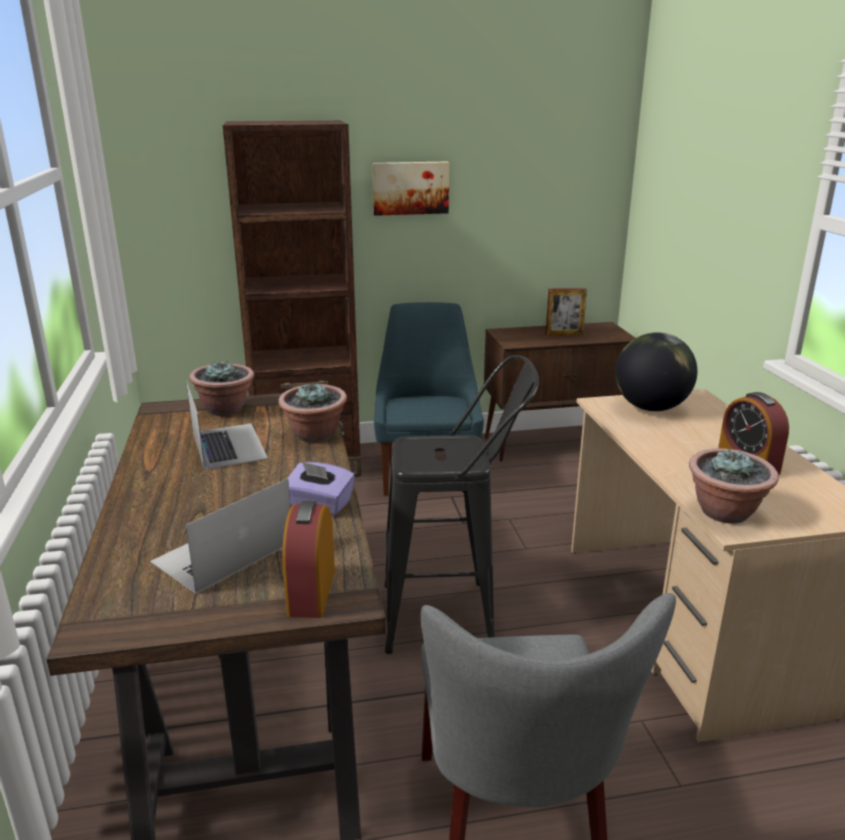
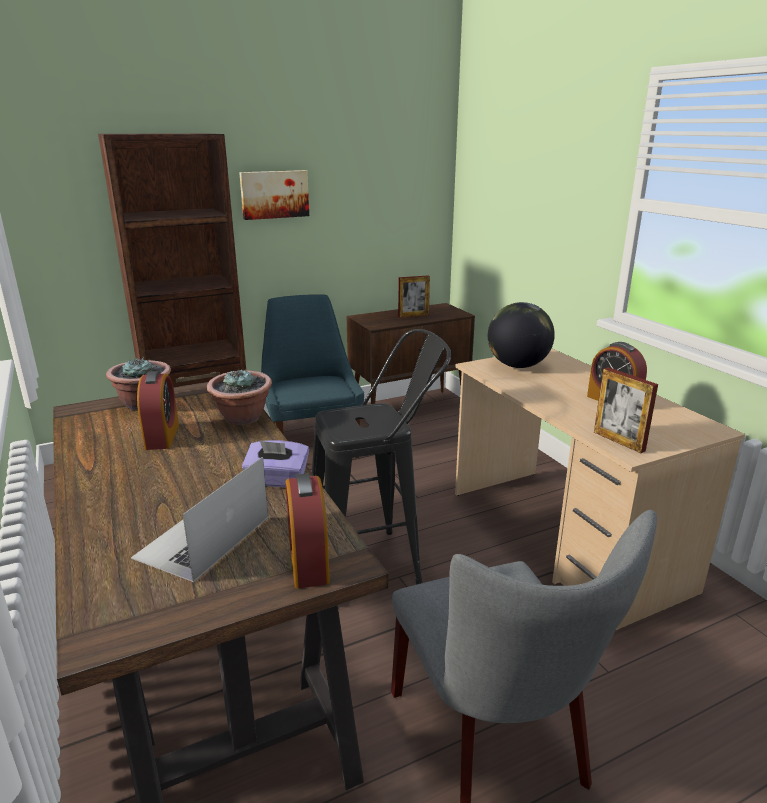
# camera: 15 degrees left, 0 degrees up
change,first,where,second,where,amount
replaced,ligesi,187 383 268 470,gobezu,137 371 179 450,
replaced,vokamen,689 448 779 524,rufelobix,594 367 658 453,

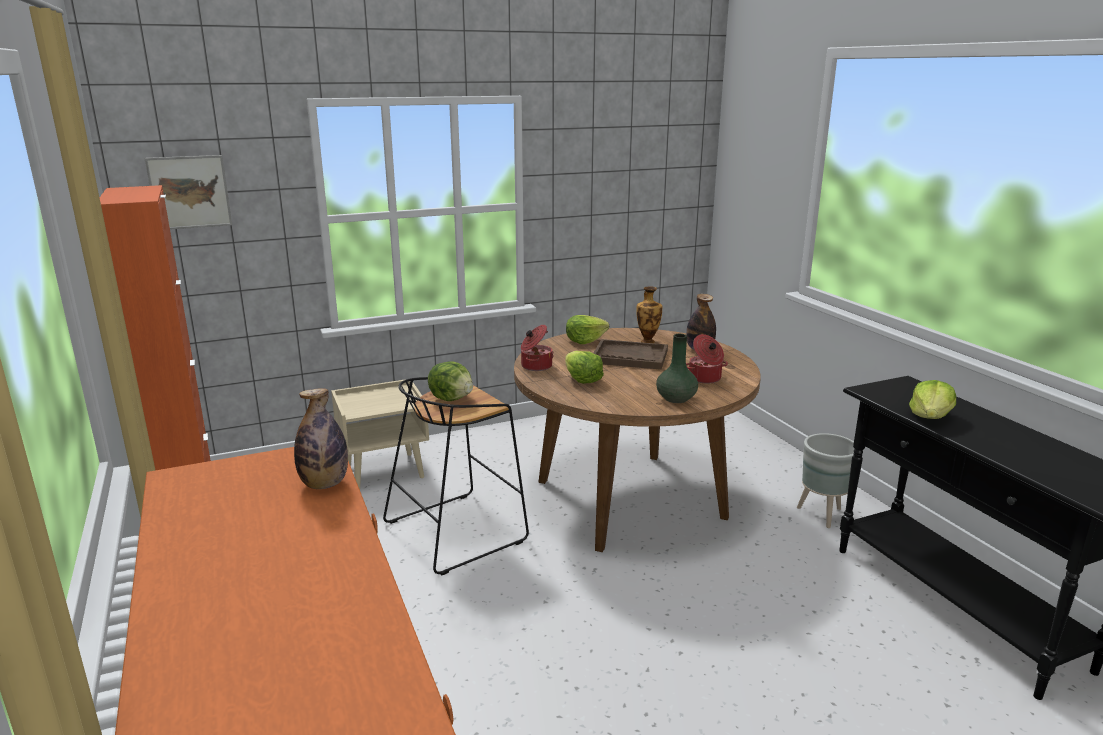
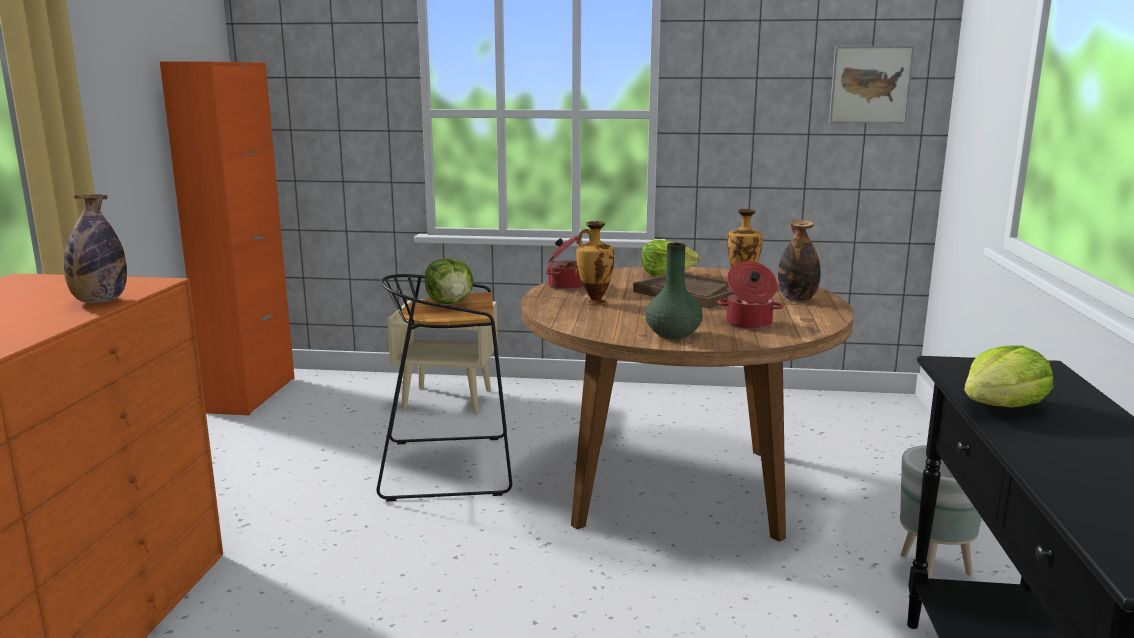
# camera: 30 degrees right, 5 degrees down
change,first,where,second,where,amount
moved,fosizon,144 155 232 229,,829 46 914 124,
replaced,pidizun,565 351 604 384,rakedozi,576 221 614 305,

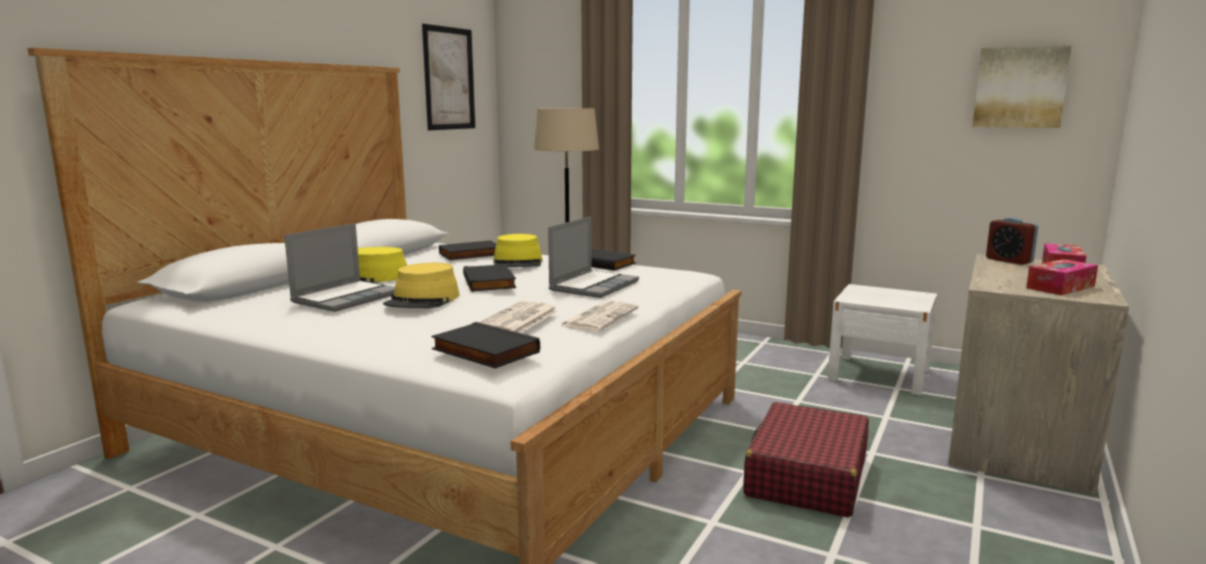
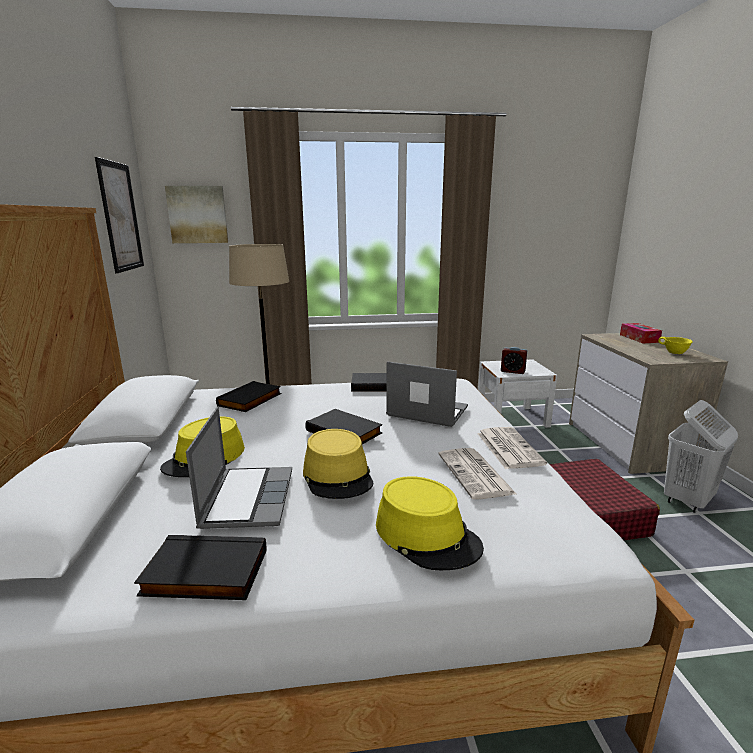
# camera: 35 degrees left, 5 degrees up
change,first,where,second,where,amount
added,,,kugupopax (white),664 400 738 513,
moved,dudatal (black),431 322 540 368,,134 535 266 600,
moved,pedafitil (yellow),493 234 543 267,,376 476 484 570,
moved,fosizon,972 45 1072 128,,165 186 228 243,
moved,gobezu,986 217 1038 265,,501 347 527 374,
replaced,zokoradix,1026 259 1098 295,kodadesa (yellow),658 337 693 354,
turned,ligesi,548 216 639 298,,386 361 468 427,60 degrees counterclockwise

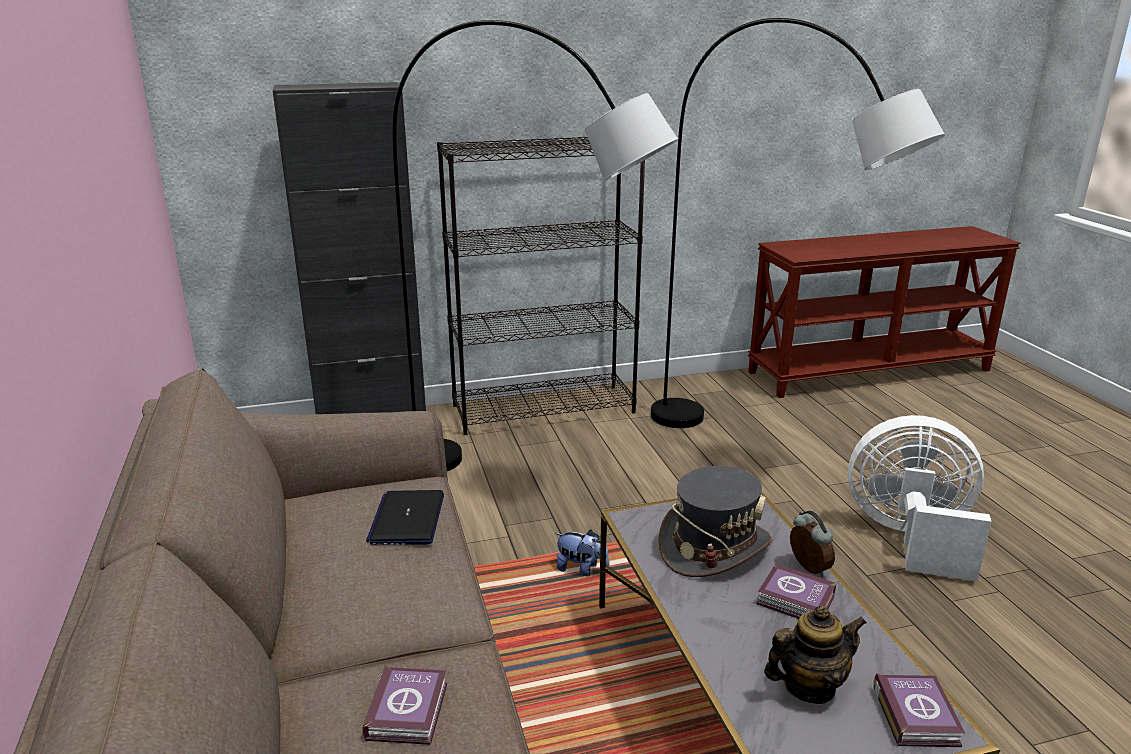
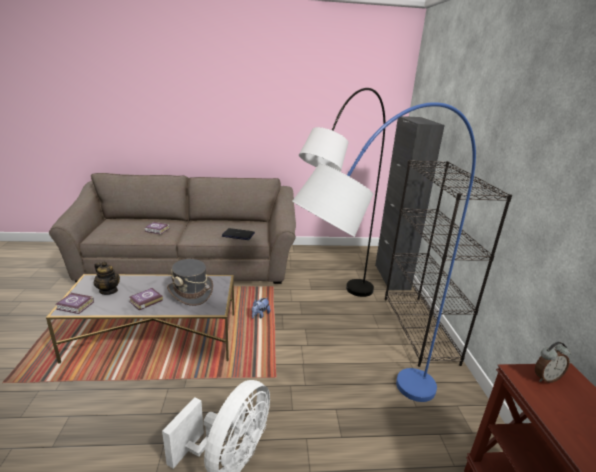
# camera: 100 degrees right, 0 degrees up
change,first,where,second,where,amount
moved,gobezu,790 511 835 577,,535 342 571 383,
recoloured,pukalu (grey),651 18 945 428,pukalu (blue),292 102 476 402,
turned,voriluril,764 605 867 704,,94 261 120 295,45 degrees counterclockwise

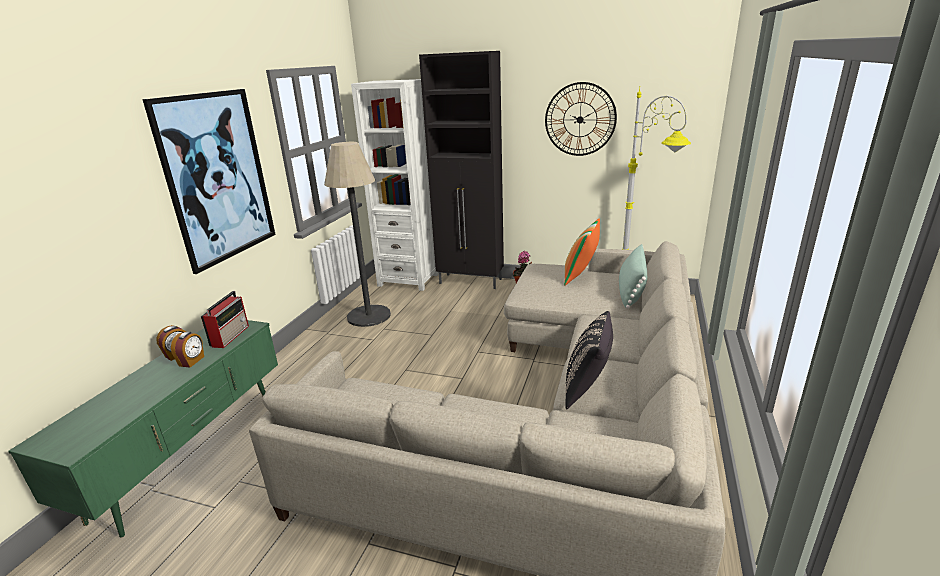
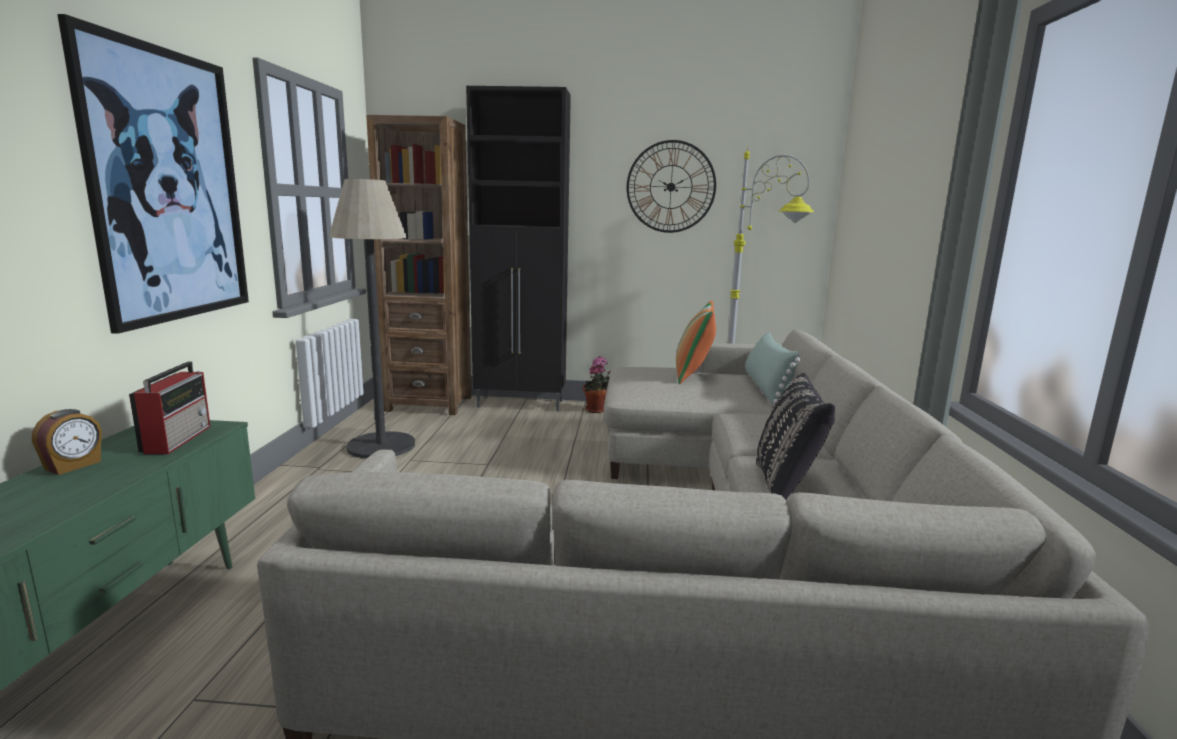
# camera: 15 degrees left, 10 degrees down
change,first,where,second,where,amount
removed,gobezu,171 332 204 368,,,
recoloured,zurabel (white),351 79 438 291,zurabel (brown),366 115 471 415,

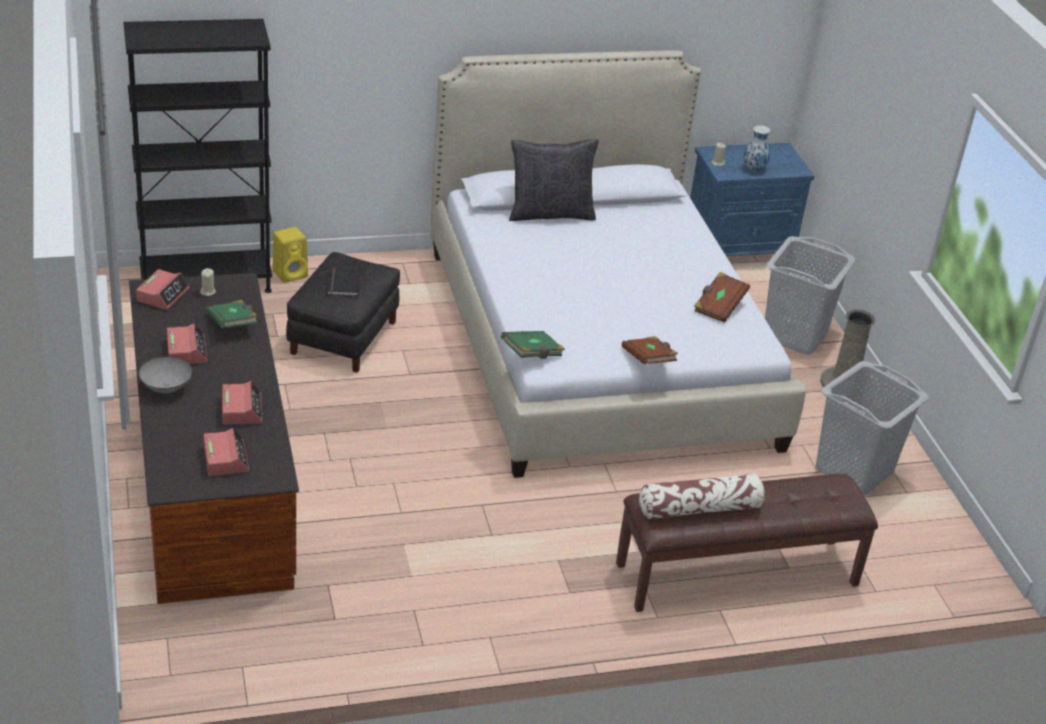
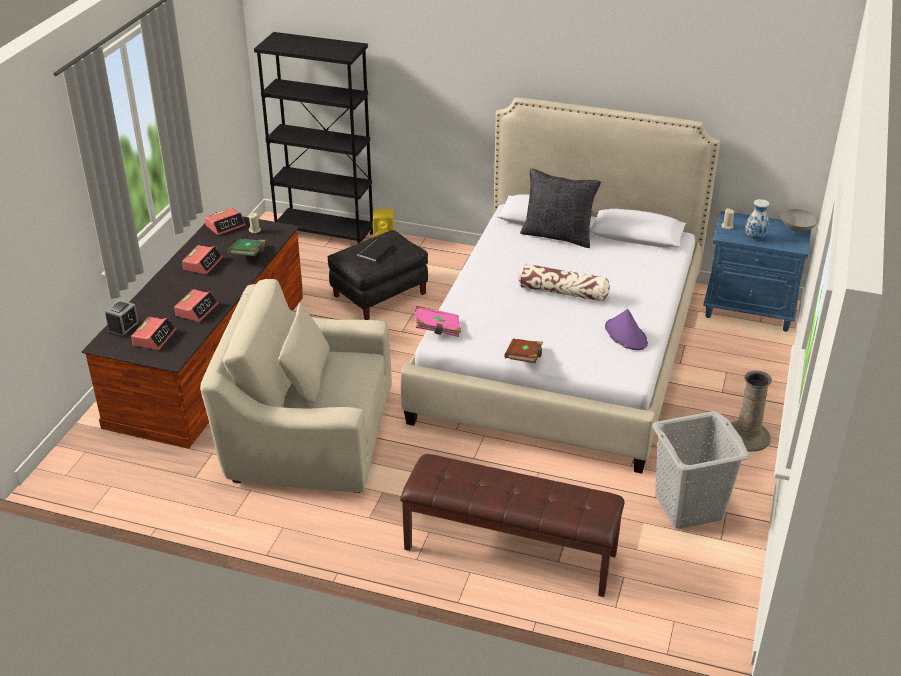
# camera: 35 degrees right, 0 degrees up
change,first,where,second,where,amount
removed,kugupopax (grey),765 236 856 355,,,
added,,,gobezu,105 299 140 337,
added,,,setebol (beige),200 279 392 493,
moved,kodadesa (grey),139 357 192 393,,782 209 818 232,
moved,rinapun,639 474 765 519,,518 264 610 302,
replaced,dudatal (brown),694 272 750 323,pedafitil (purple),605 309 648 350,
recoloured,dudatal (green),501 331 565 359,dudatal (pink),415 306 461 337,

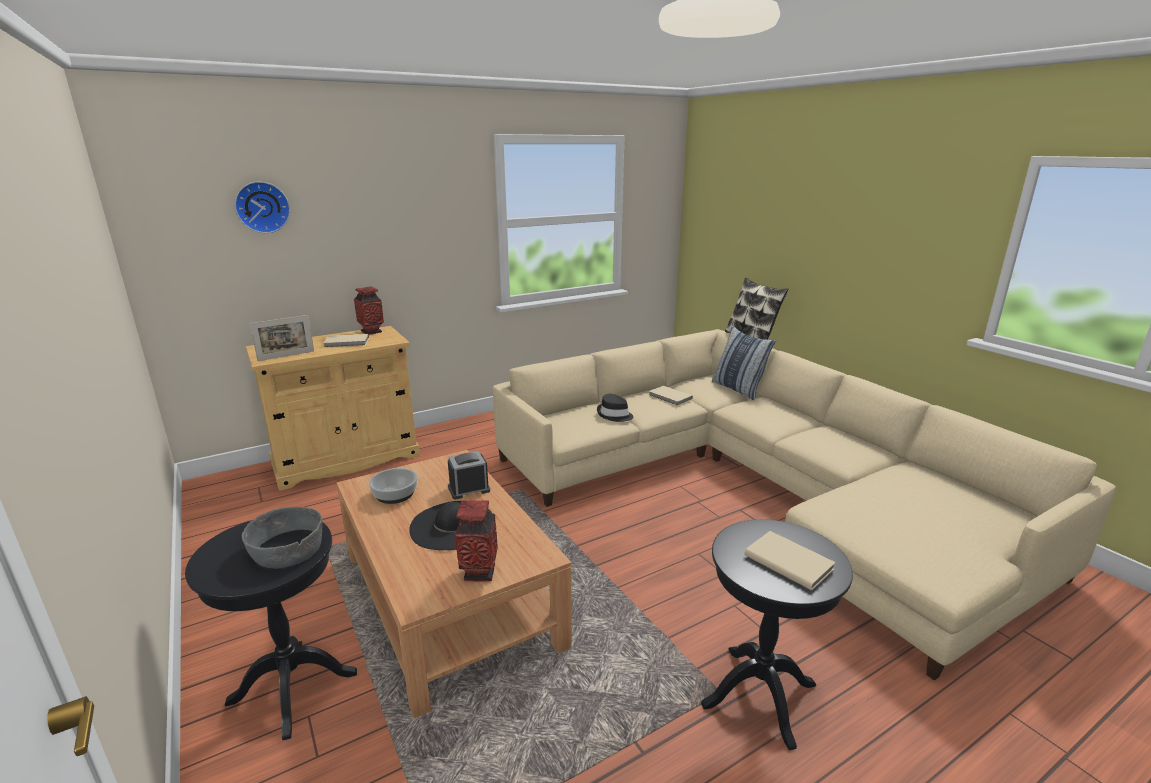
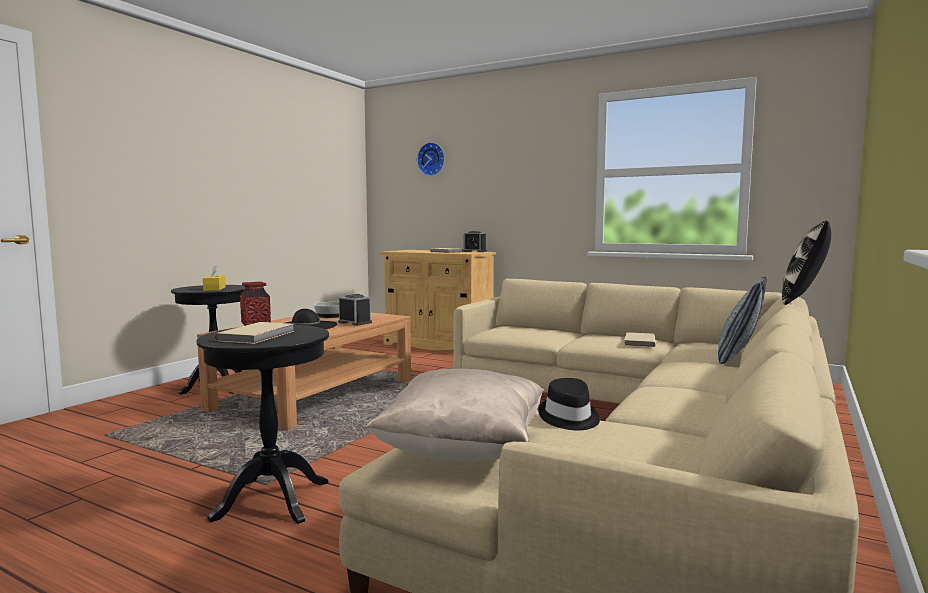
# camera: 60 degrees right, 15 degrees down
change,first,where,second,where,amount
removed,rufelobix,250 315 314 361,,,
added,,,rinapun (beige),366 369 544 462,
moved,pedafitil (black),597 394 633 422,,538 378 600 430,
replaced,kodadesa (grey),242 507 322 569,zokoradix (yellow),203 265 226 291,
replaced,rakedozi,354 286 384 335,gobezu,463 231 487 252,

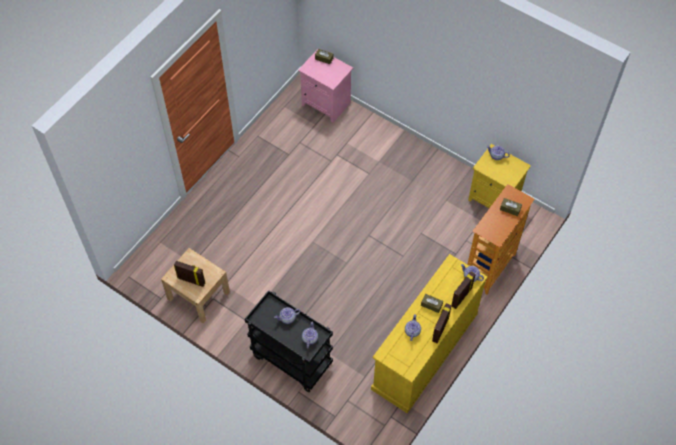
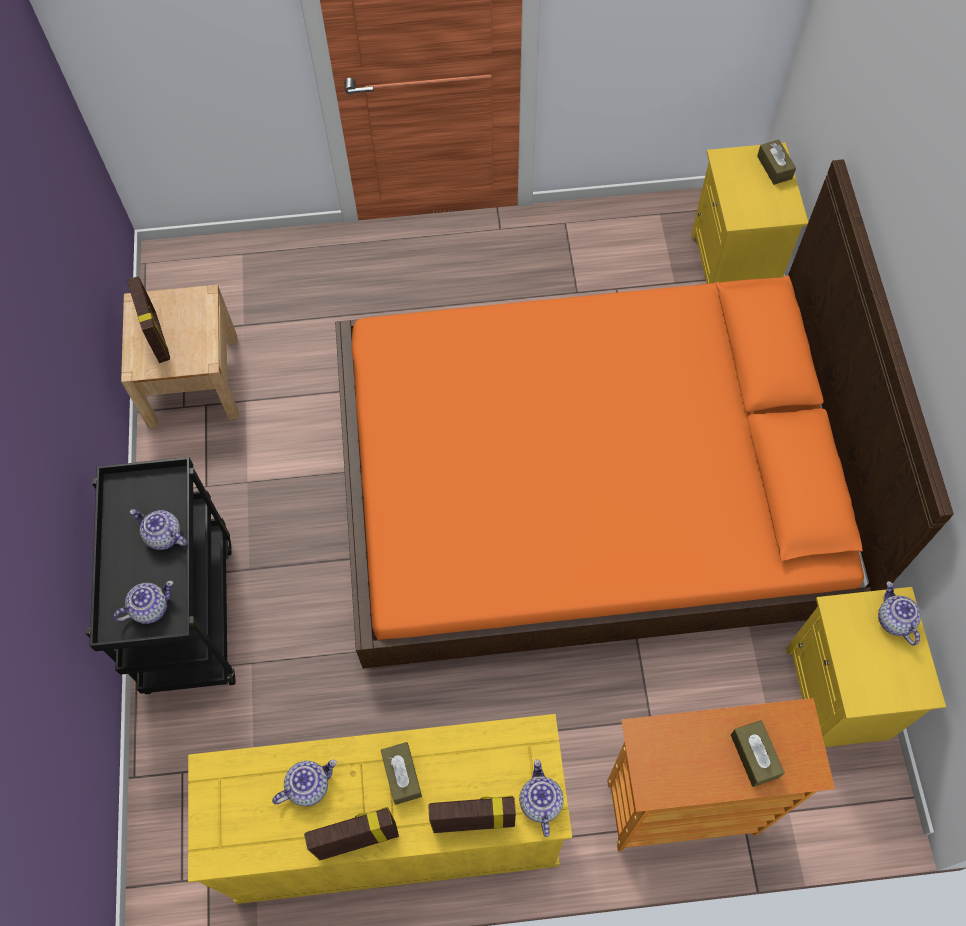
# camera: 50 degrees right, 5 degrees up
change,first,where,second,where,amount
added,,,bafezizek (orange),335 159 954 669,
recoloured,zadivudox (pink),298 48 353 123,zadivudox (yellow),691 142 808 284,

